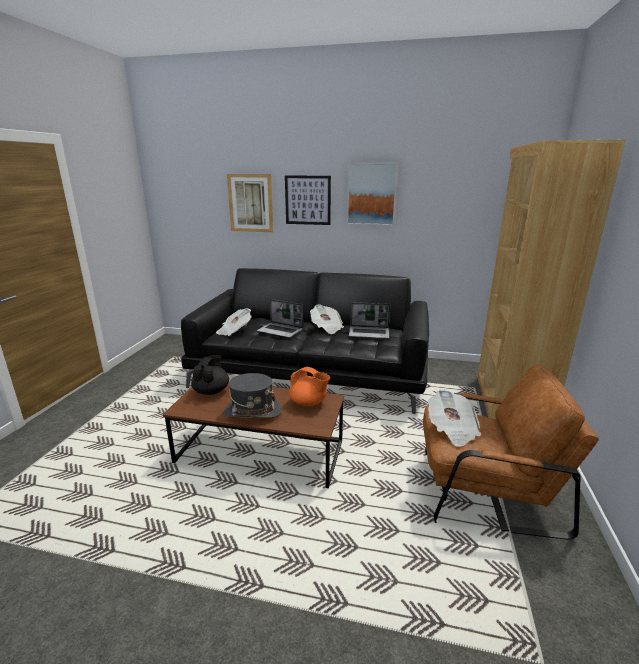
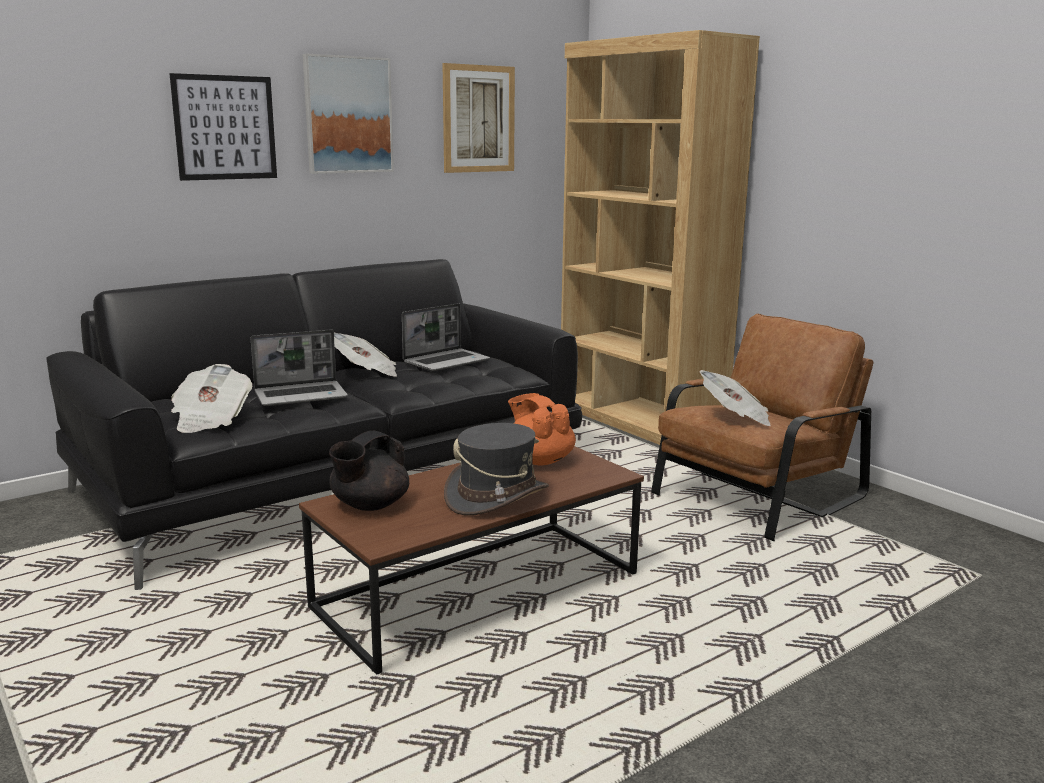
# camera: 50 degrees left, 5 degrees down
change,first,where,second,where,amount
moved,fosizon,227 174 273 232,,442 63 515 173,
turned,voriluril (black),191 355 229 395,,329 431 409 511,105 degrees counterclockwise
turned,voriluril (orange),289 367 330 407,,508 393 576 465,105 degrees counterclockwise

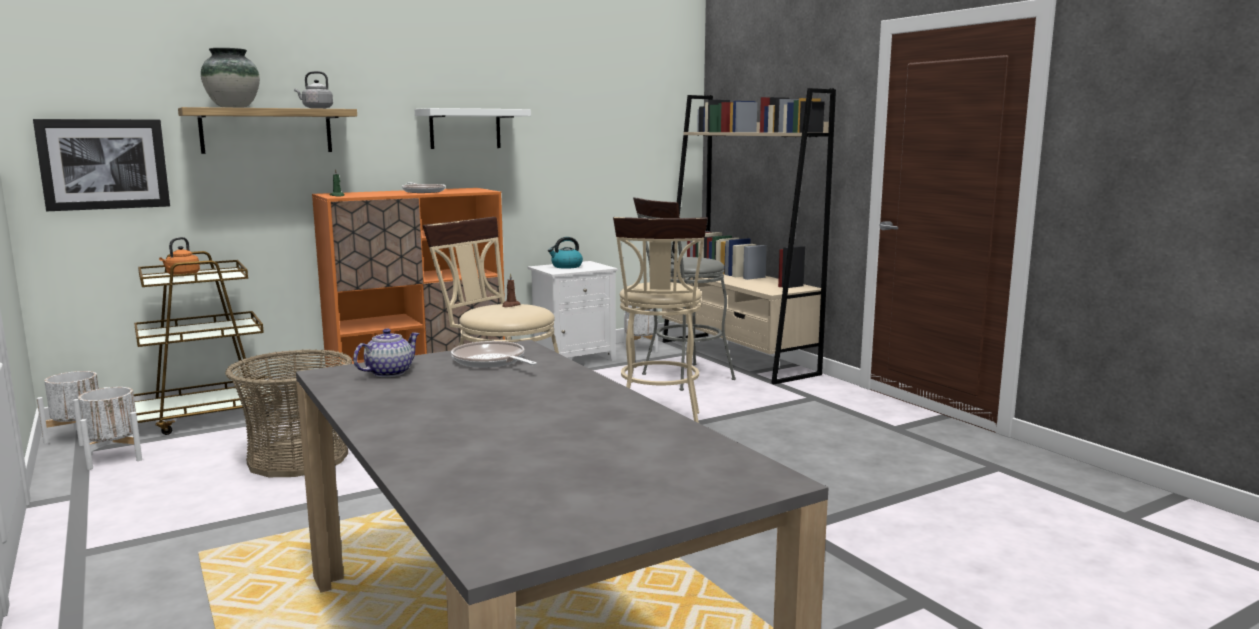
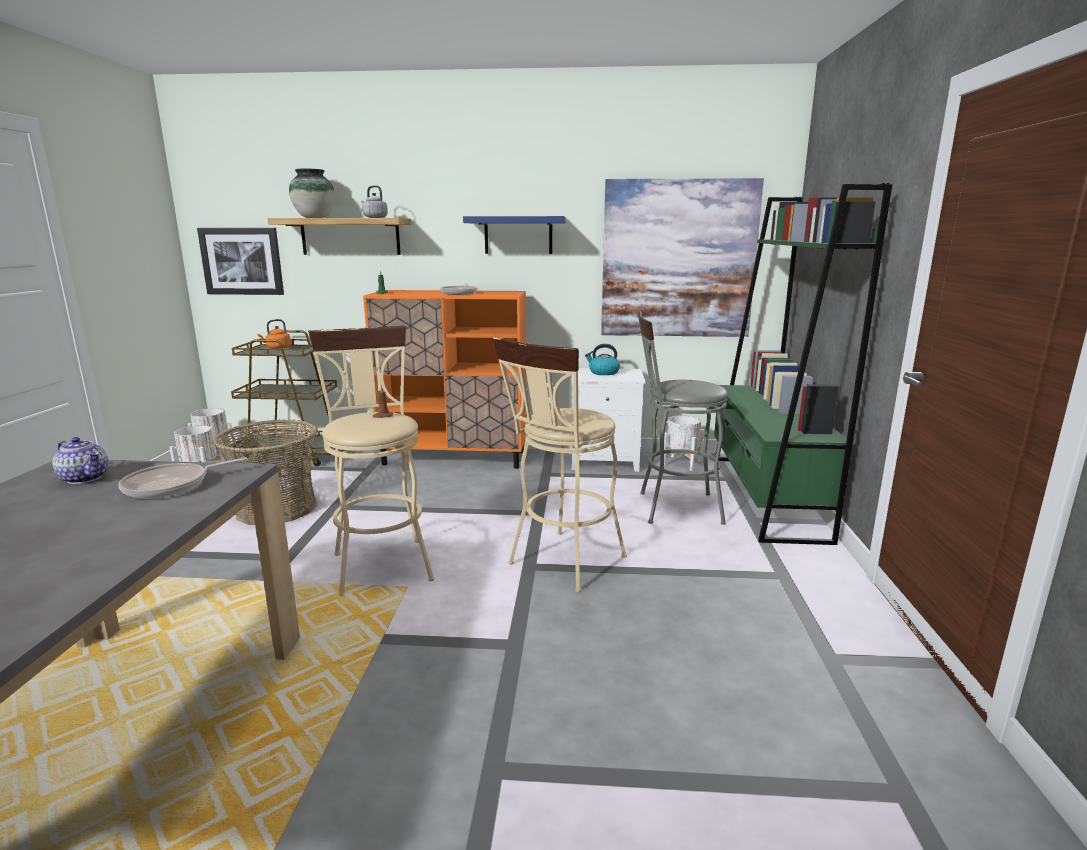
# camera: 35 degrees right, 5 degrees up
change,first,where,second,where,amount
added,,,fosizon,601 178 764 337,
recoloured,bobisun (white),415 108 531 149,bobisun (blue),463 216 566 254,
recoloured,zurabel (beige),662 88 836 385,zurabel (green),714 183 892 545,
turned,voriluril,353 329 420 377,,52 437 109 484,45 degrees clockwise
turned,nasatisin,451 341 537 368,,118 457 247 499,120 degrees counterclockwise

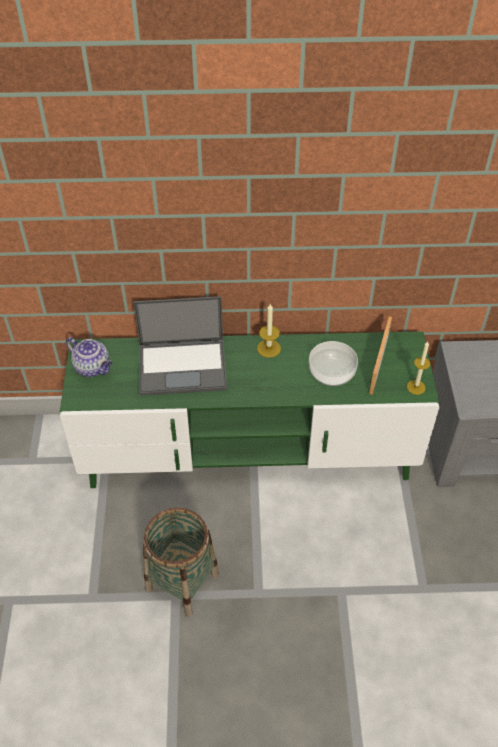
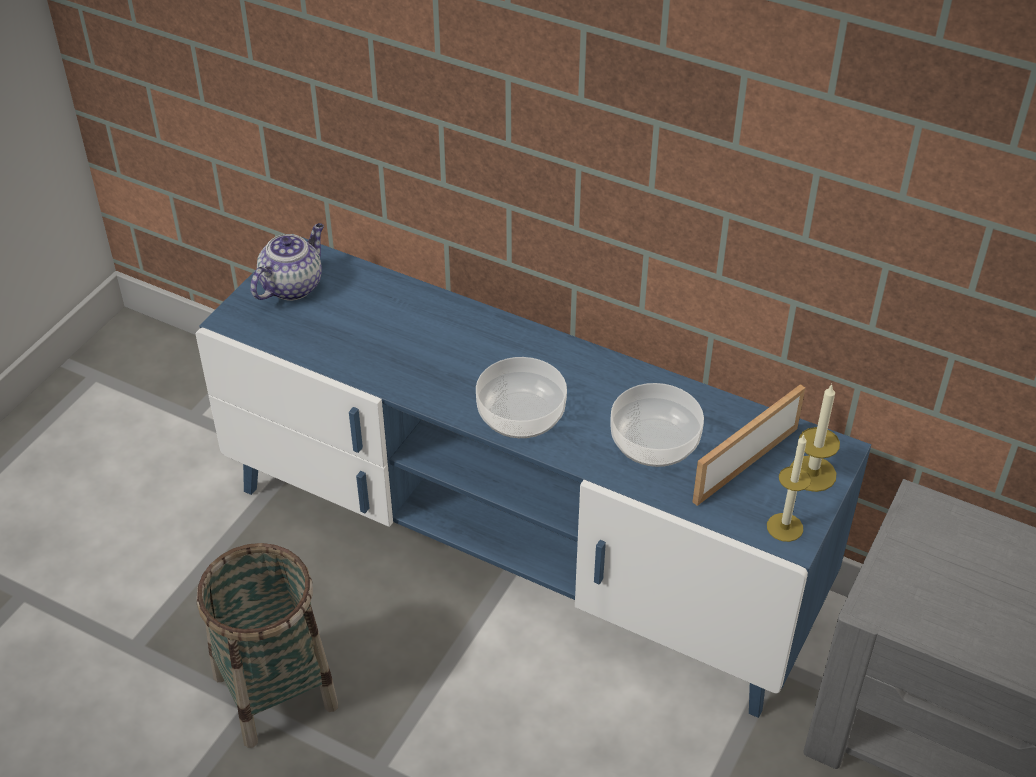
# camera: 30 degrees right, 5 degrees down
change,first,where,second,where,amount
removed,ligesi,133 296 227 396,,,
added,,,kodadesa,476 357 567 438,
moved,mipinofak,257 304 281 358,,790 383 840 492,
recoloured,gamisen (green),60 331 439 488,gamisen (blue),196 234 871 718,
turned,voriluril,66 337 113 377,,250 223 324 301,120 degrees counterclockwise

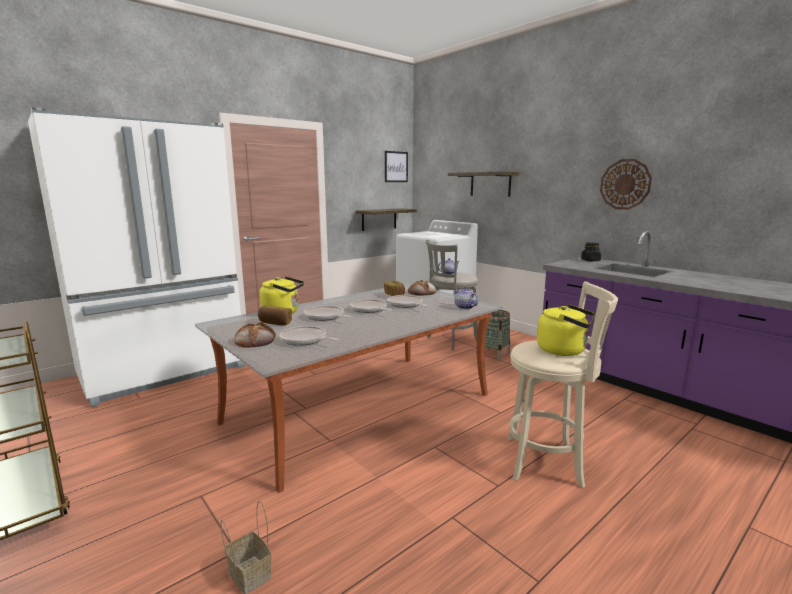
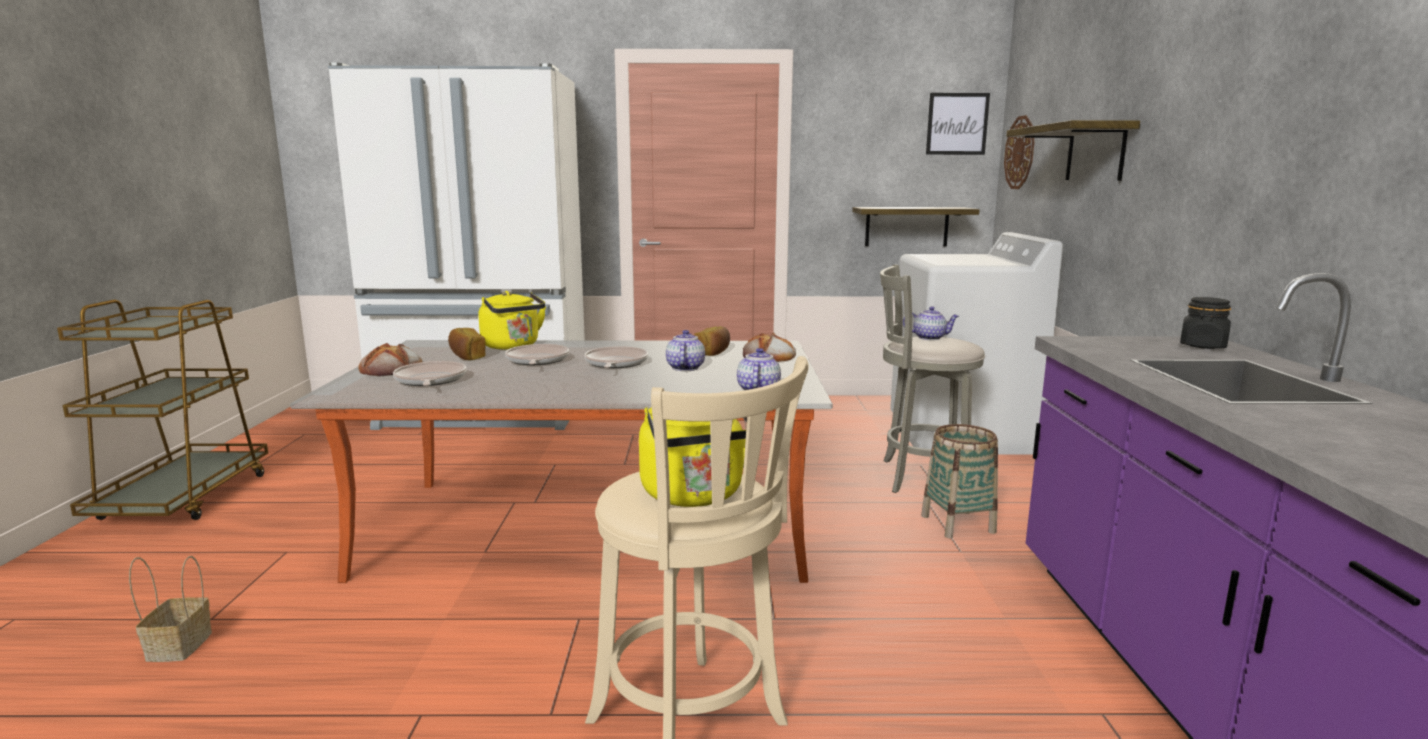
# camera: 40 degrees right, 0 degrees up
change,first,where,second,where,amount
moved,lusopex,600 159 652 210,,1004 115 1035 189,
replaced,nasatisin,387 295 427 308,voriluril,666 330 705 371,

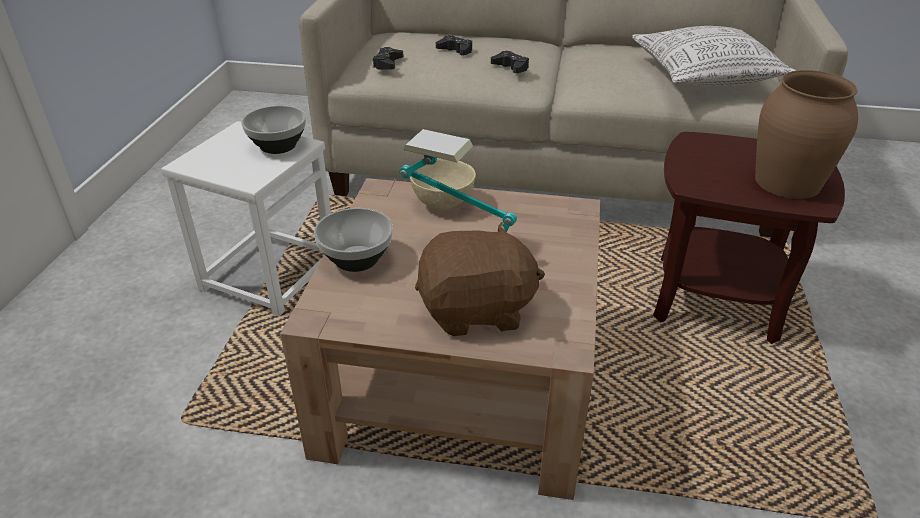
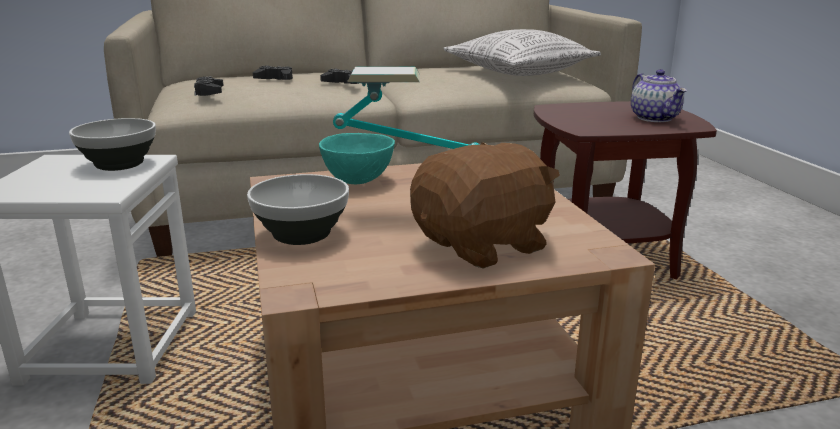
# camera: 25 degrees left, 15 degrees down
change,first,where,second,where,amount
replaced,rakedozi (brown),755 70 858 199,voriluril,631 69 687 122,
recoloured,kodadesa (beige),410 158 476 210,kodadesa (turquoise),319 133 395 184,

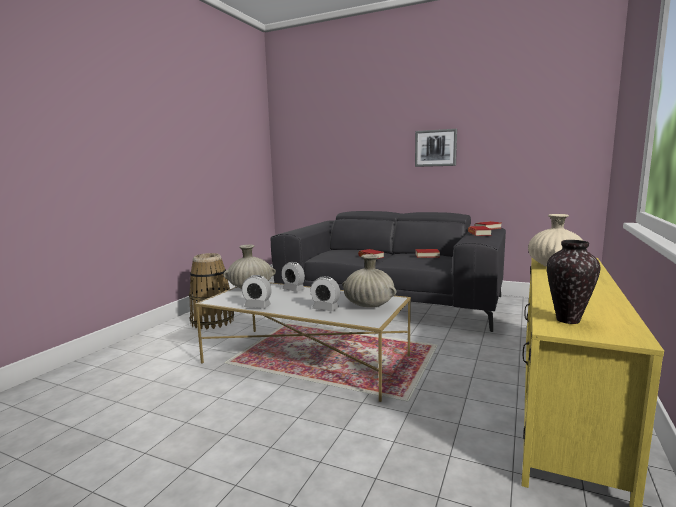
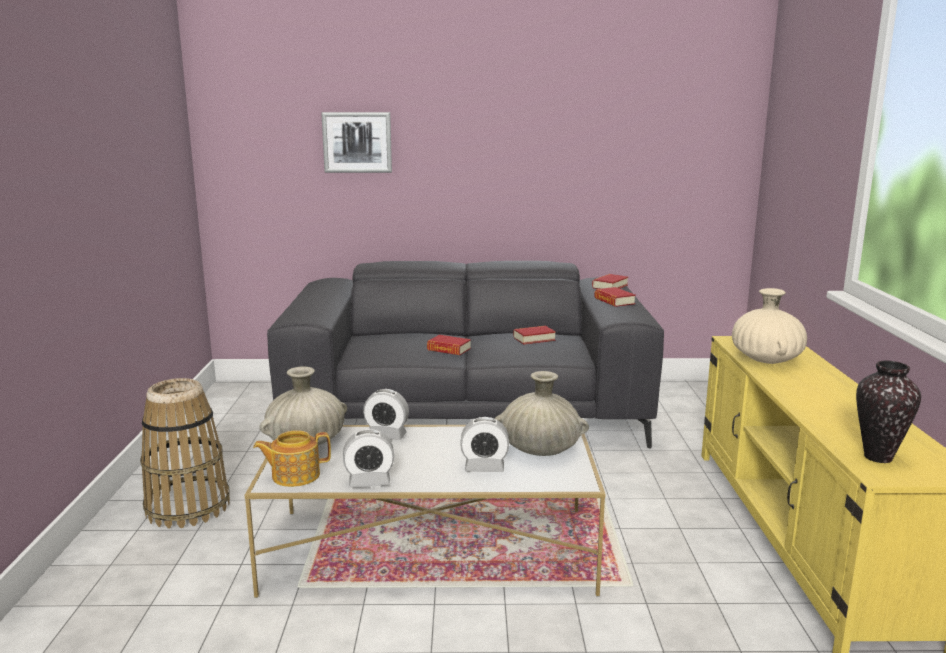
# camera: 25 degrees left, 5 degrees up
change,first,where,second,where,amount
added,,,voriluril,253 430 331 487,
moved,fosizon,415 129 457 167,,321 112 392 173,

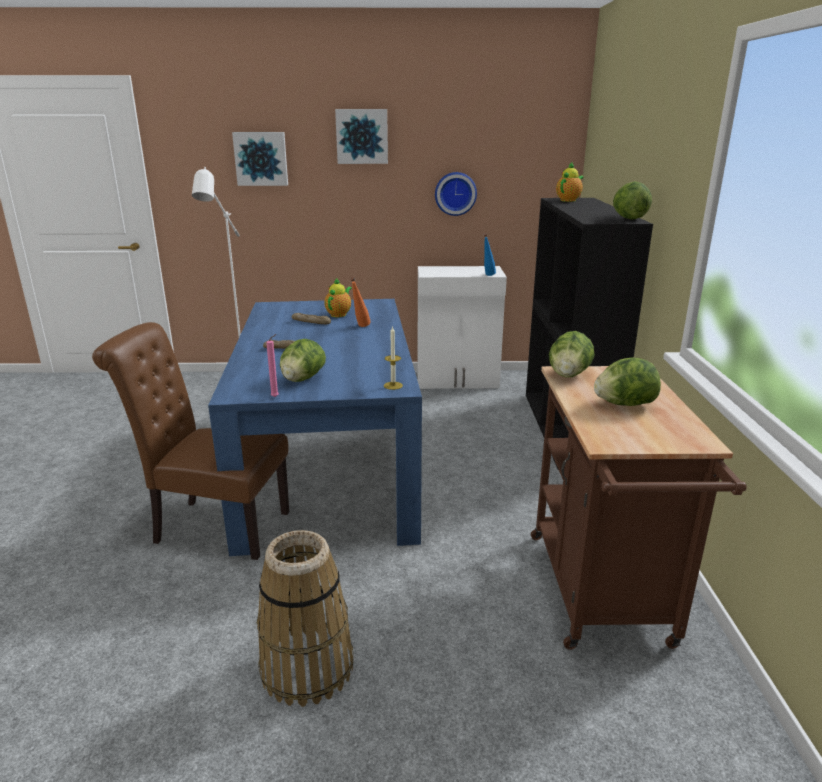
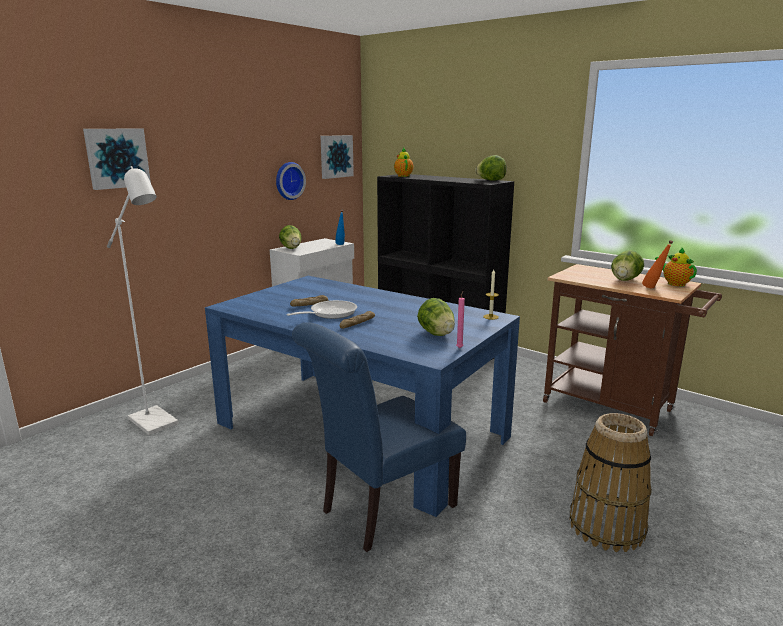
# camera: 50 degrees left, 5 degrees down
change,first,where,second,where,amount
added,,,nasatisin,286 300 357 319,
moved,voriluril,324 278 352 317,,655 248 697 286,
moved,fosizon,335 109 388 164,,320 135 354 179,
moved,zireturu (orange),351 277 371 327,,642 240 673 288,
moved,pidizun,549 331 595 378,,279 225 302 249,
recoloured,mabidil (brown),92 322 289 560,mabidil (blue),292 322 466 552,

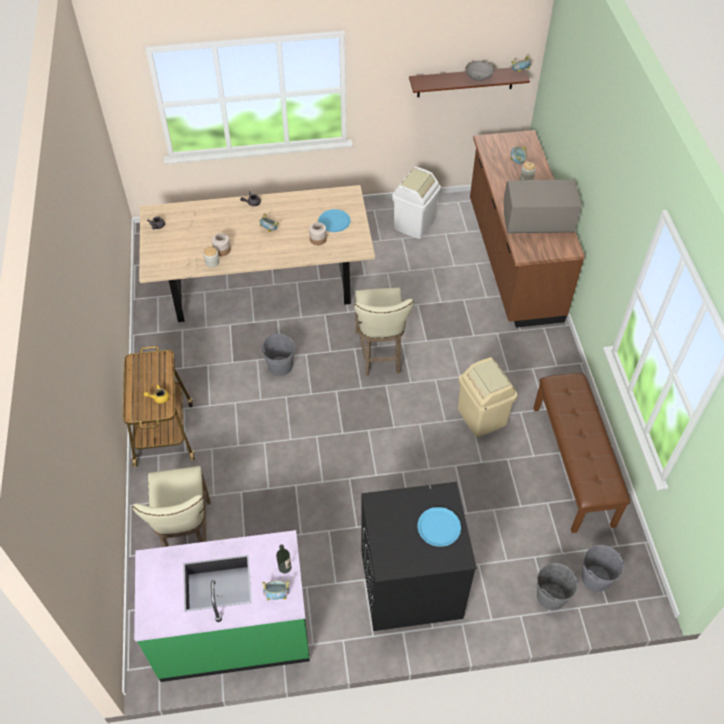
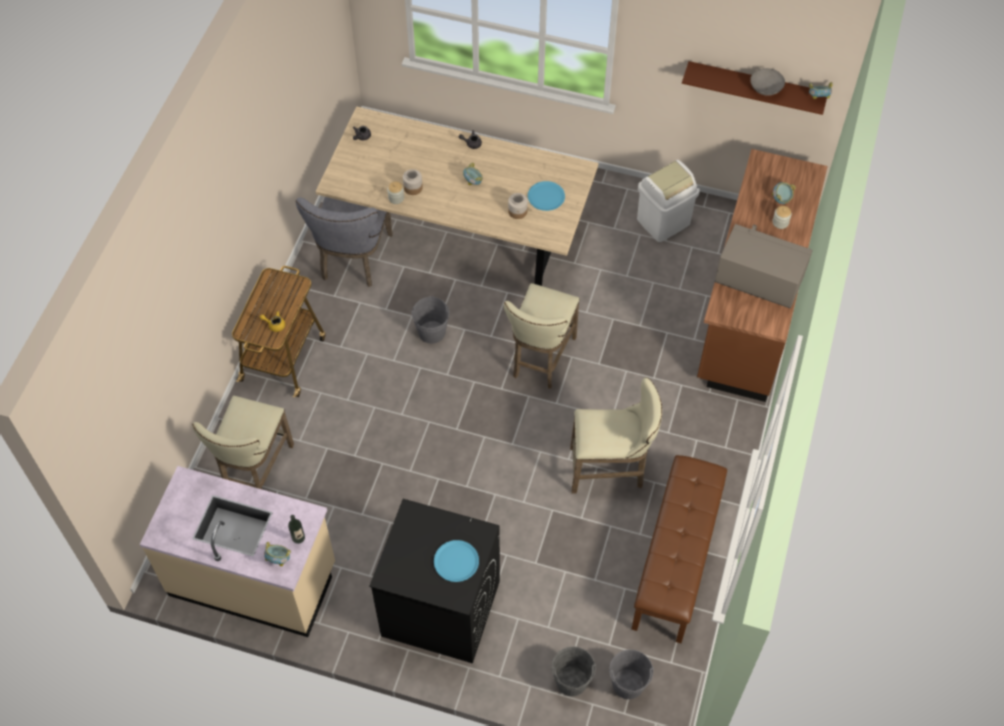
# camera: 25 degrees right, 5 degrees up
change,first,where,second,where,amount
added,,,mabidil (grey),296 197 393 287,
replaced,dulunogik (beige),458 357 517 437,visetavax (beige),570 377 662 493,
recoloured,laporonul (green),134 530 310 682,laporonul (beige),140 466 335 637,

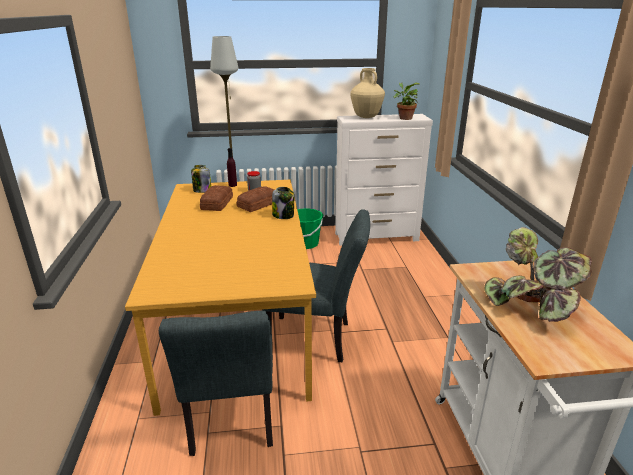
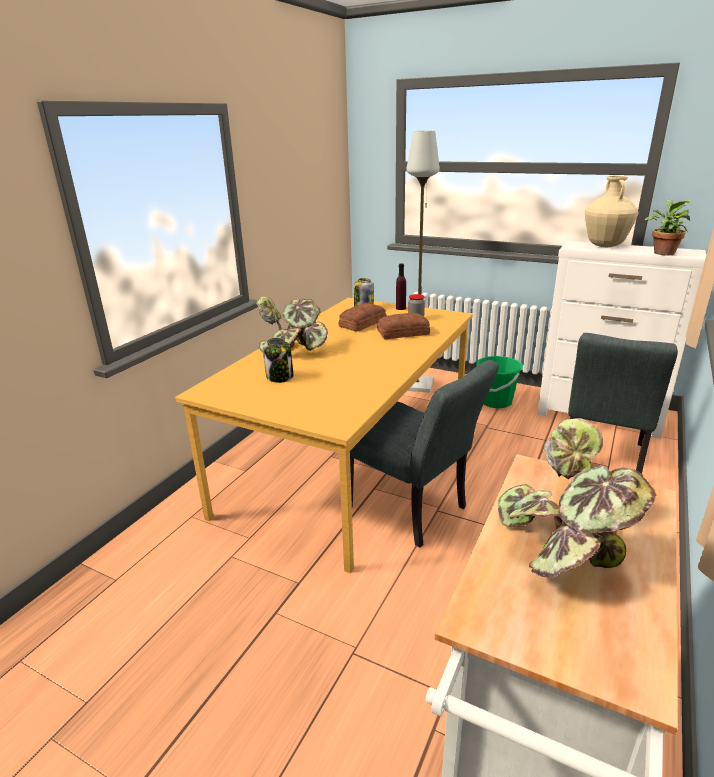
# camera: 35 degrees right, 0 degrees up
change,first,where,second,where,amount
added,,,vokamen,256 296 328 352,
moved,mabidil (grey),159 311 273 456,,568 333 678 474,
moved,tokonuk,272 187 294 219,,263 338 293 383,

